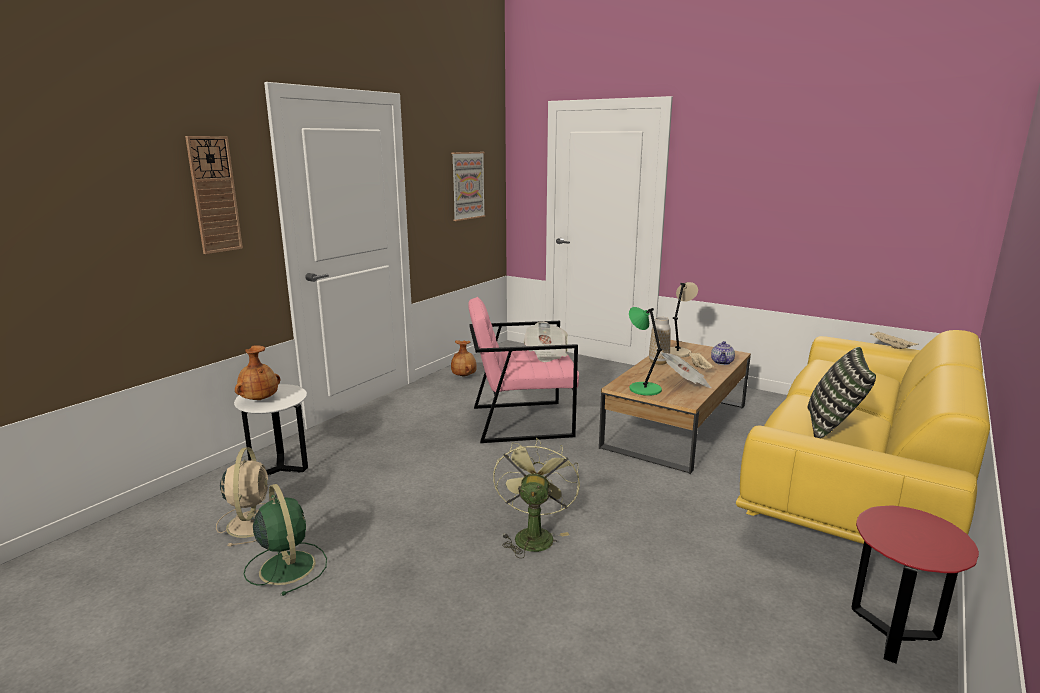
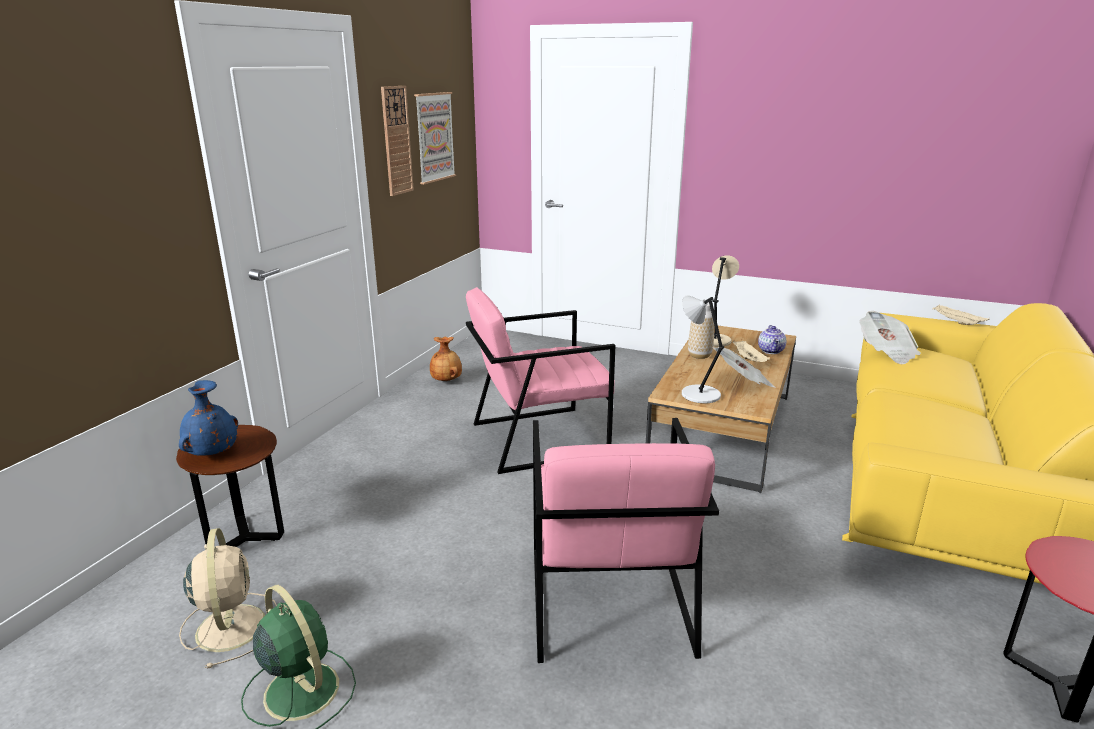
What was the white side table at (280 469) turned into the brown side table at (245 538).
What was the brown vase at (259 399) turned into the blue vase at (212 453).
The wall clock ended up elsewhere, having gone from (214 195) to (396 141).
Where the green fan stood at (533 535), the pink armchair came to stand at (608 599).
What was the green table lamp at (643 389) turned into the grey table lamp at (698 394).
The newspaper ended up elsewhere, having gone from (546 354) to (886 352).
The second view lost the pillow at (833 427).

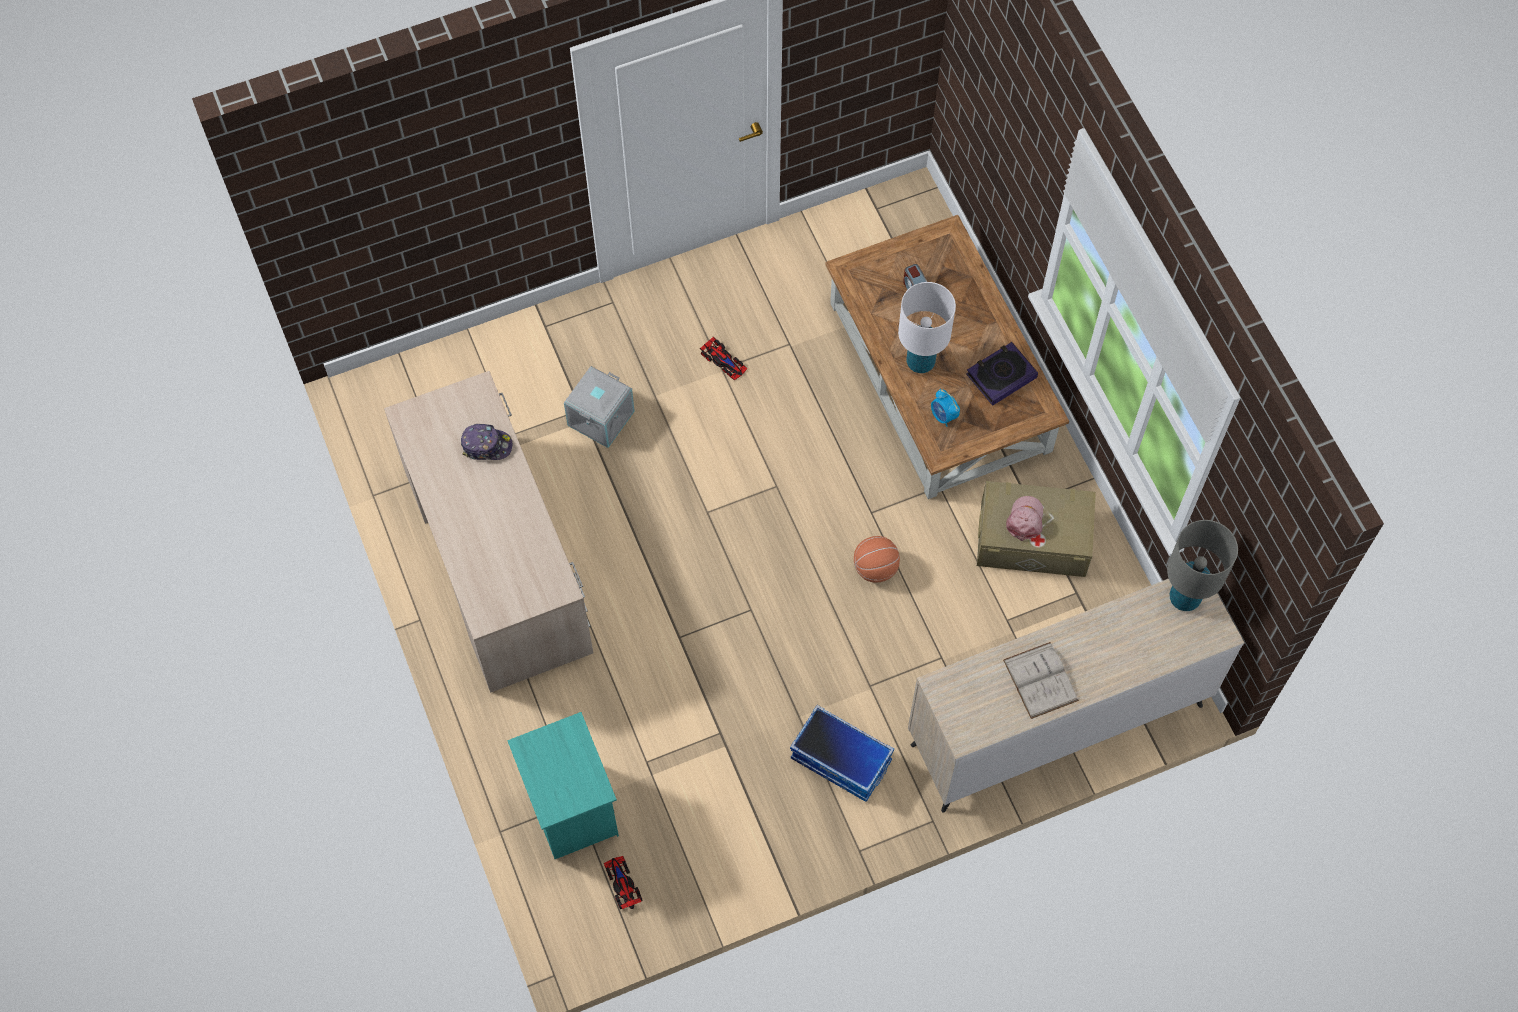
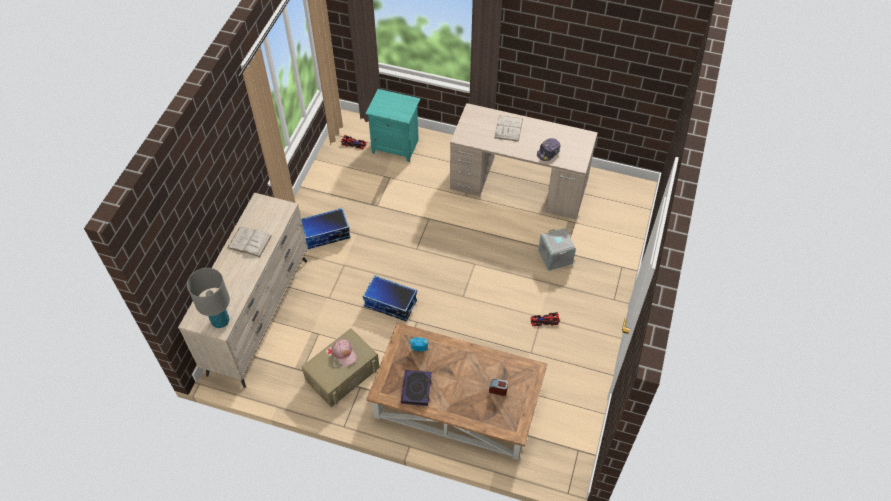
Where the basketball stood at (875 568), the storage box came to stand at (390 304).
The second view gained the white book at (508 128).
The second view lost the white table lamp at (920 362).

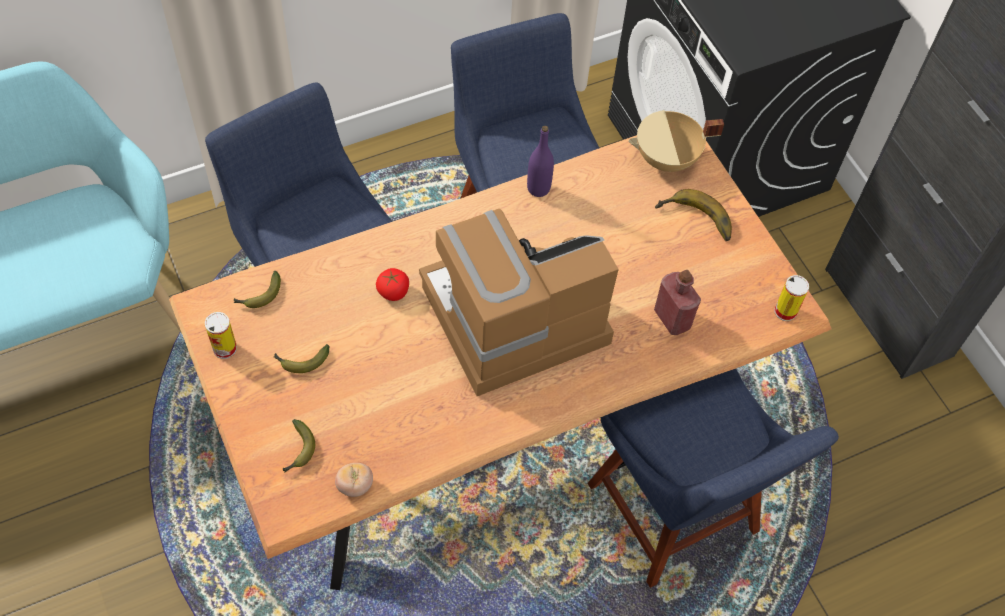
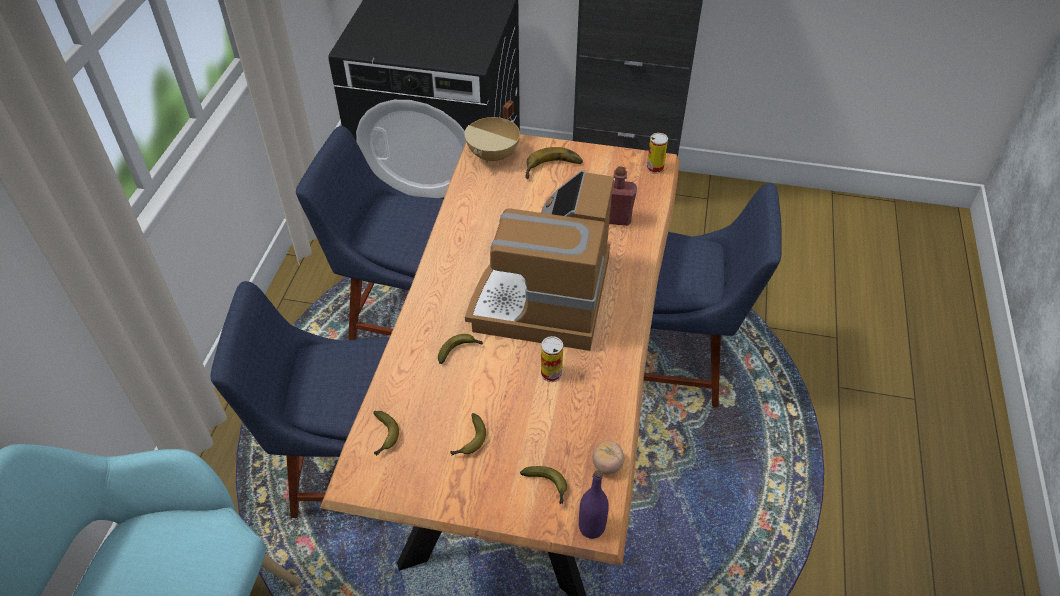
Where the tomato stood at (393 291), the banana came to stand at (460 350).
The can ended up elsewhere, having gone from (225 348) to (551 373).
The purple bottle ended up elsewhere, having gone from (538 188) to (591 527).

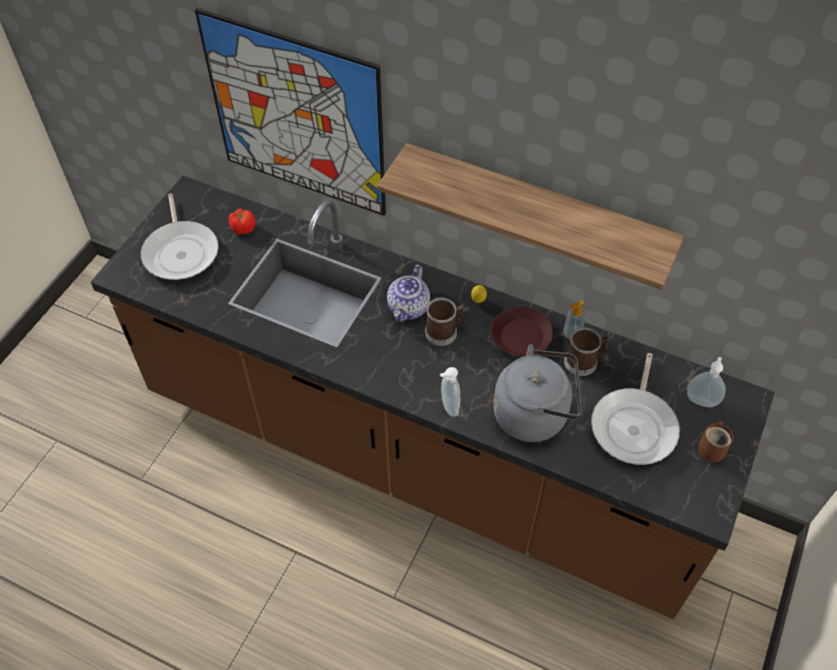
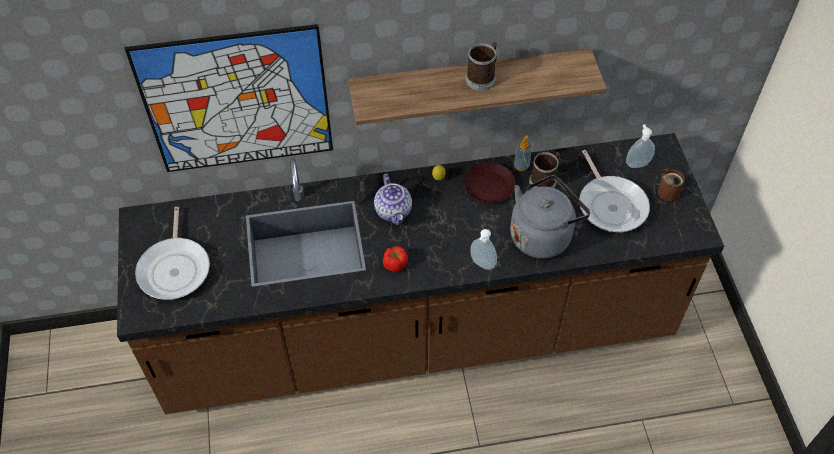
The frying pan at (181 251) ended up facing another way, 45 degrees clockwise from before.
The tomato ended up elsewhere, having gone from (243 228) to (395 264).
The mug ended up elsewhere, having gone from (444 332) to (482 77).

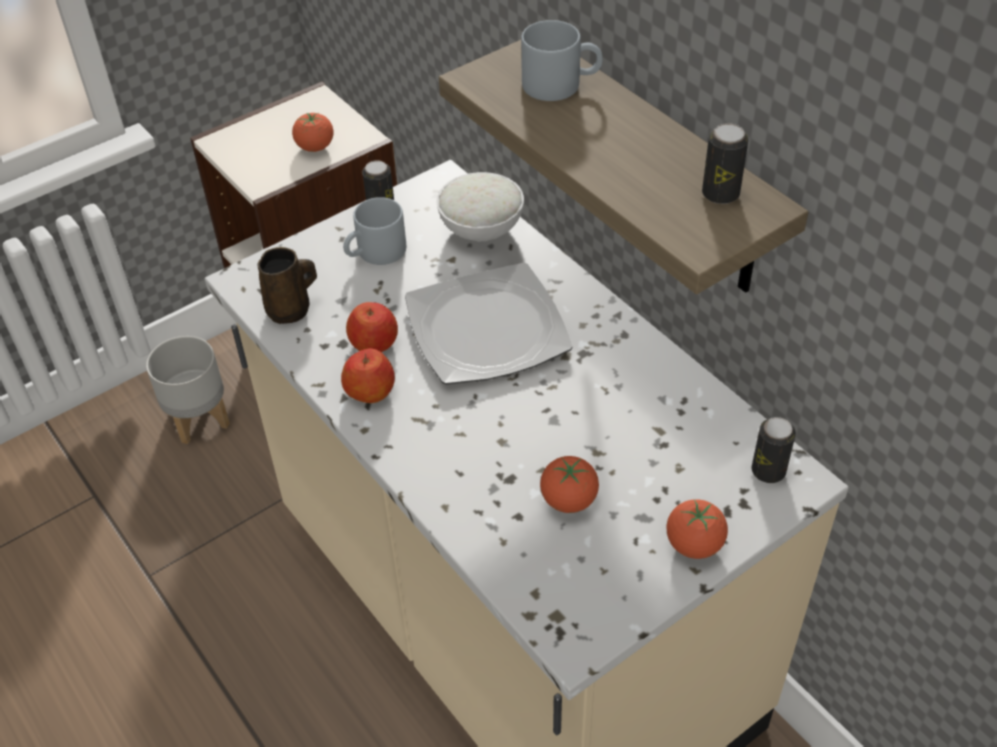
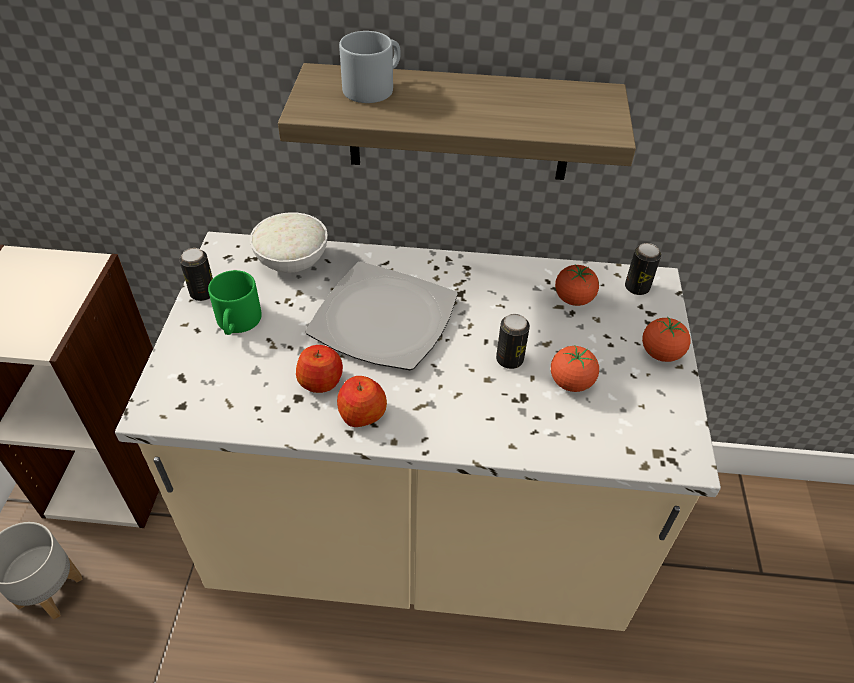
What was the grey mug at (375 253) turned into the green mug at (238 323).
The can ended up elsewhere, having gone from (720 194) to (509 359).
The tomato ended up elsewhere, having gone from (315 147) to (573 299).
The second view lost the brown mug at (291 310).

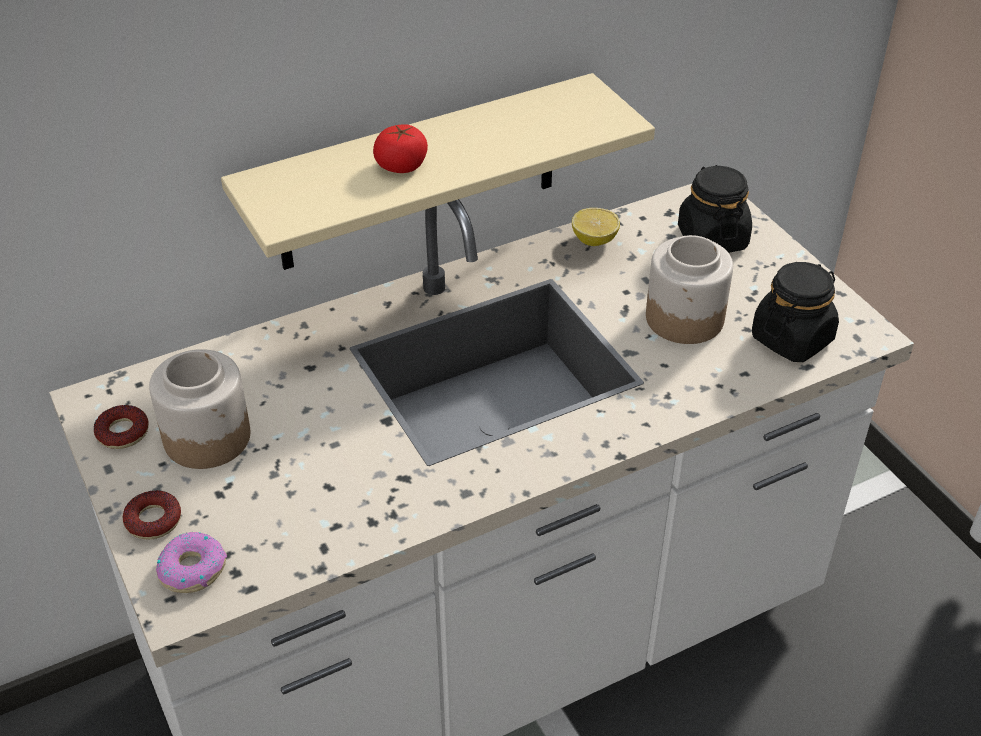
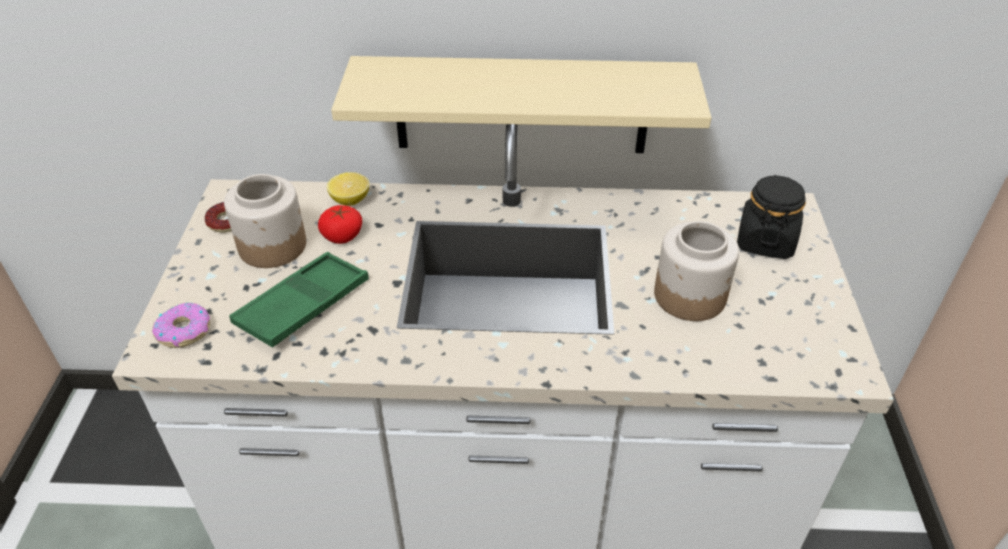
The second view gained the green tray at (303 305).
The tomato ended up elsewhere, having gone from (401 165) to (342 235).
The lemon ended up elsewhere, having gone from (594 240) to (350 200).
The second view lost the donut at (153 520).
The second view lost the black jar at (792 339).

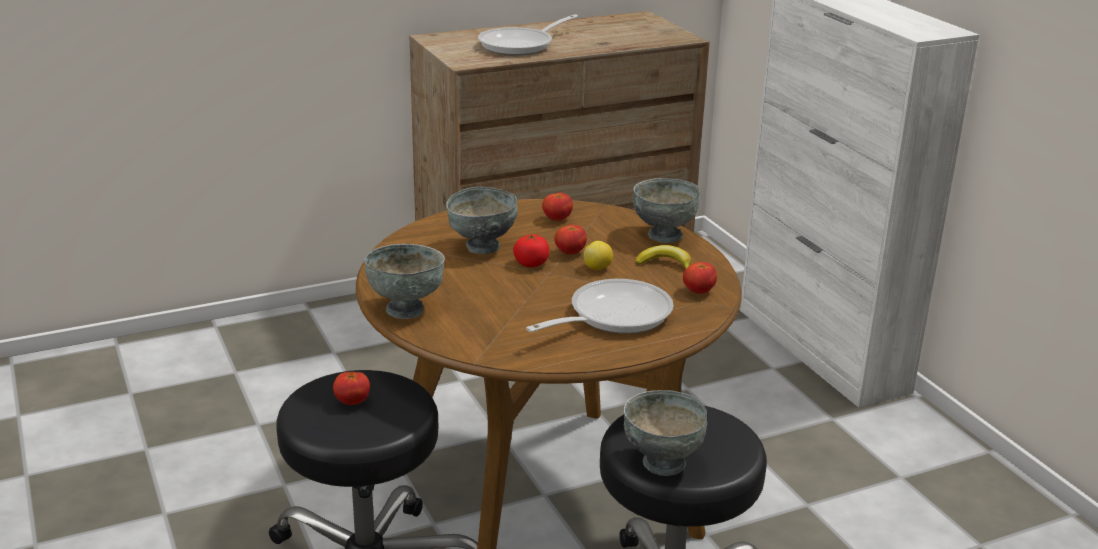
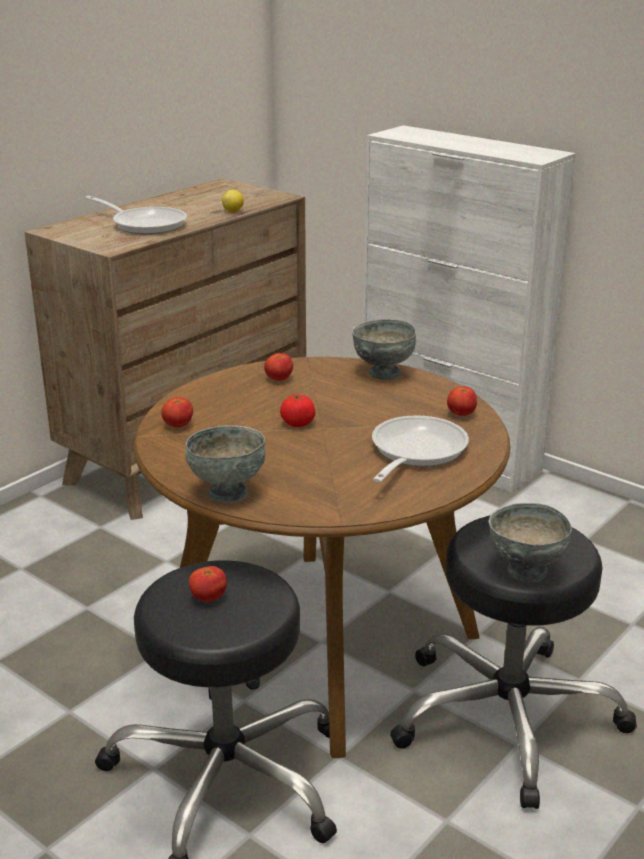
The frying pan at (521 45) ended up facing another way, 75 degrees counterclockwise from before.
The tomato ended up elsewhere, having gone from (570 253) to (178 426).
The lemon ended up elsewhere, having gone from (598 268) to (233 211).
The second view lost the grey bowl at (482 247).
The second view lost the banana at (665 264).

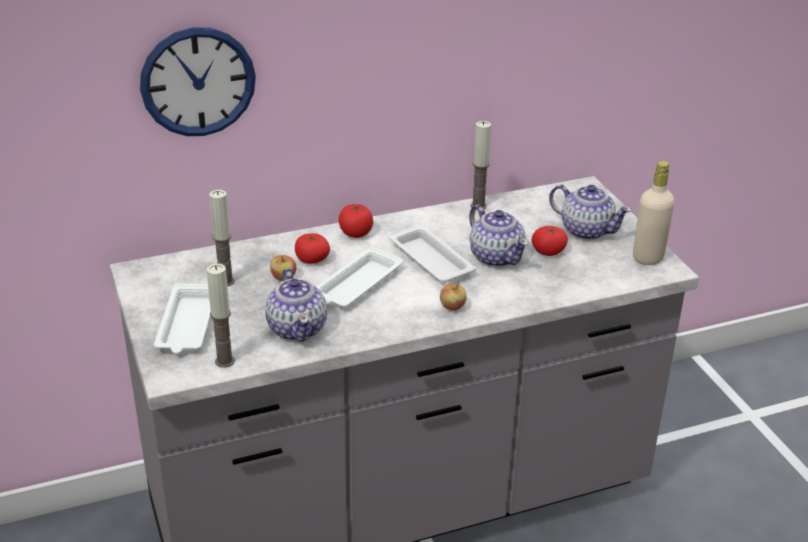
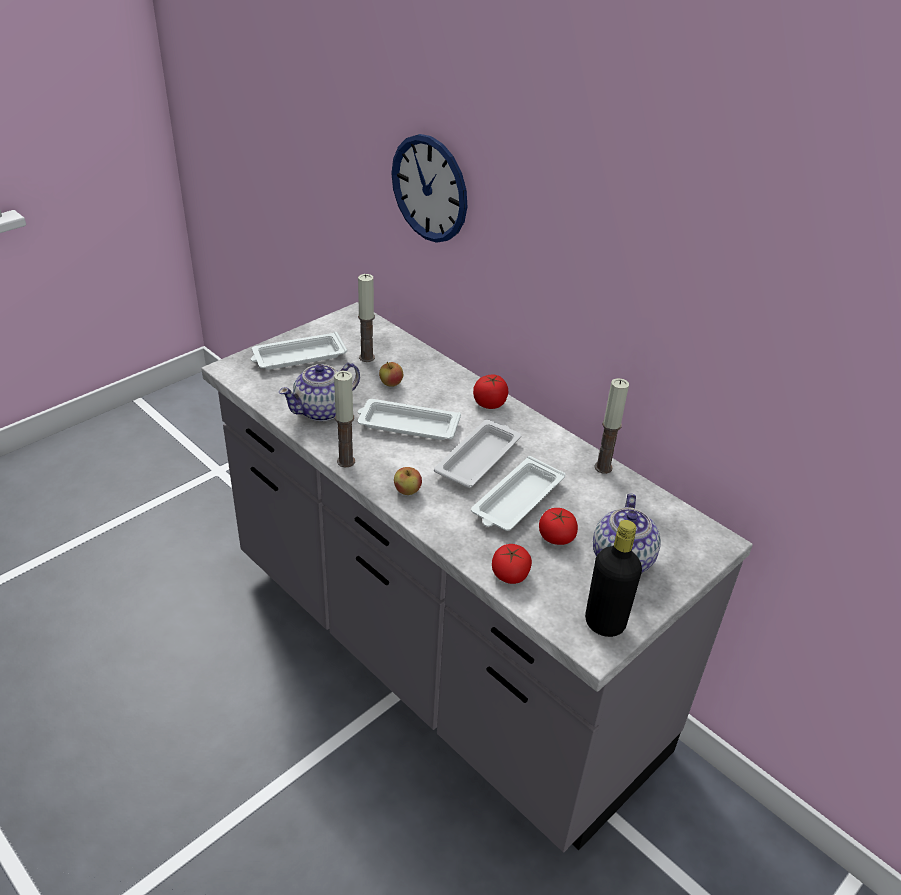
The candle ended up elsewhere, having gone from (224 361) to (346 461).
Where the teapot stood at (496 256), the white tray came to stand at (516 501).
The tomato ended up elsewhere, having gone from (312 259) to (510 574).
What was the beige bottle at (647 258) turned into the black bottle at (604 623).

